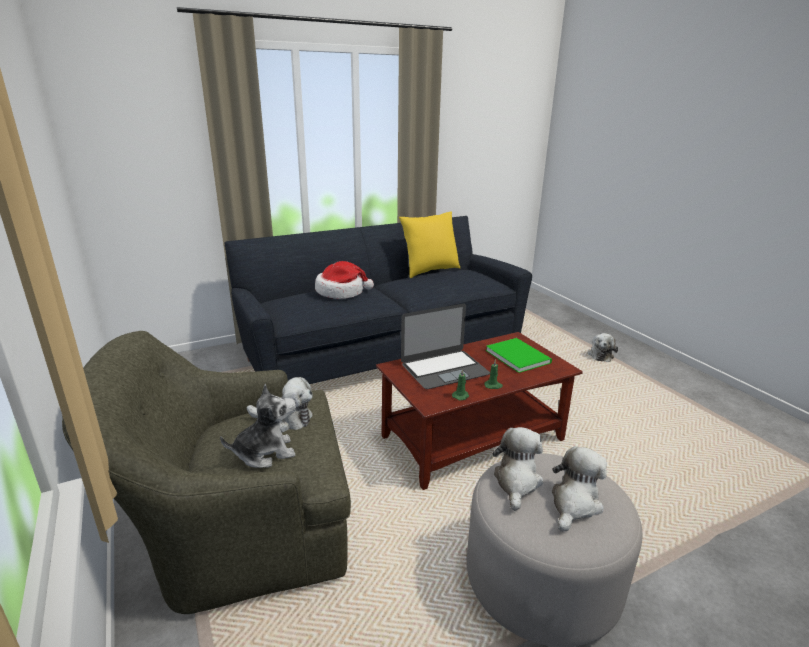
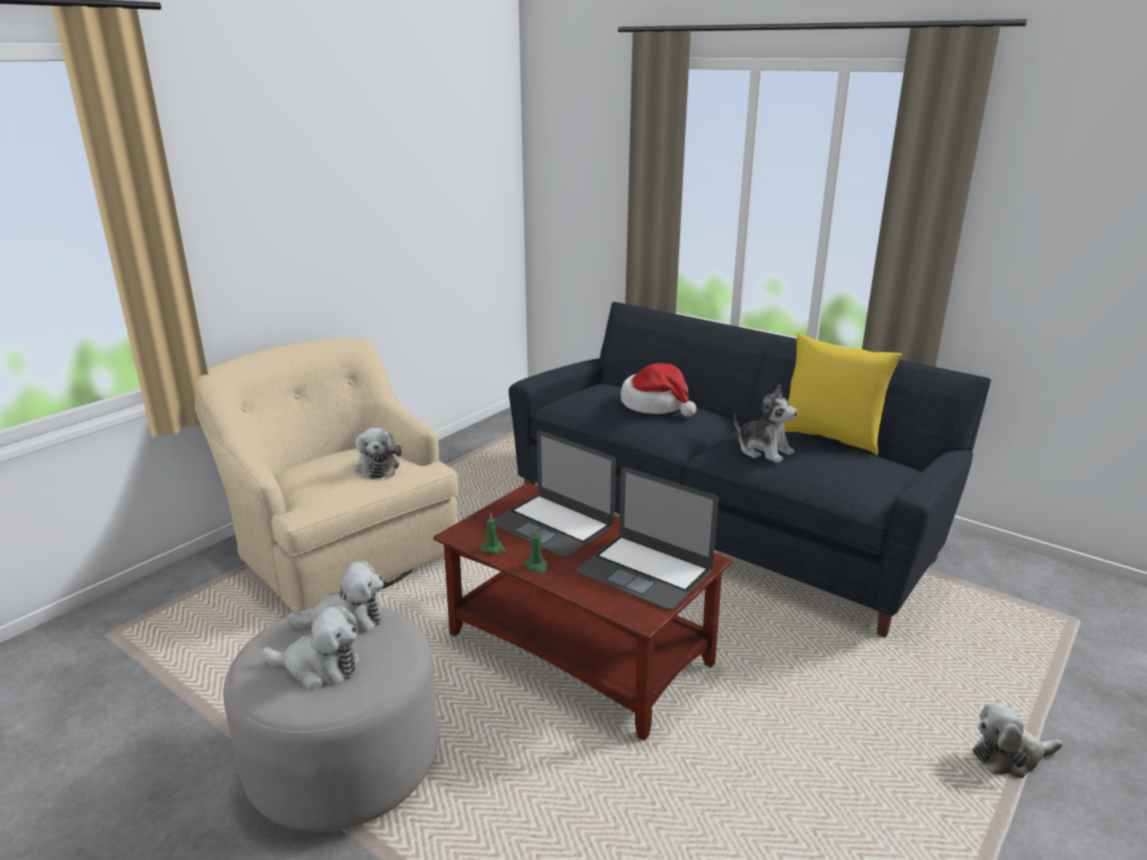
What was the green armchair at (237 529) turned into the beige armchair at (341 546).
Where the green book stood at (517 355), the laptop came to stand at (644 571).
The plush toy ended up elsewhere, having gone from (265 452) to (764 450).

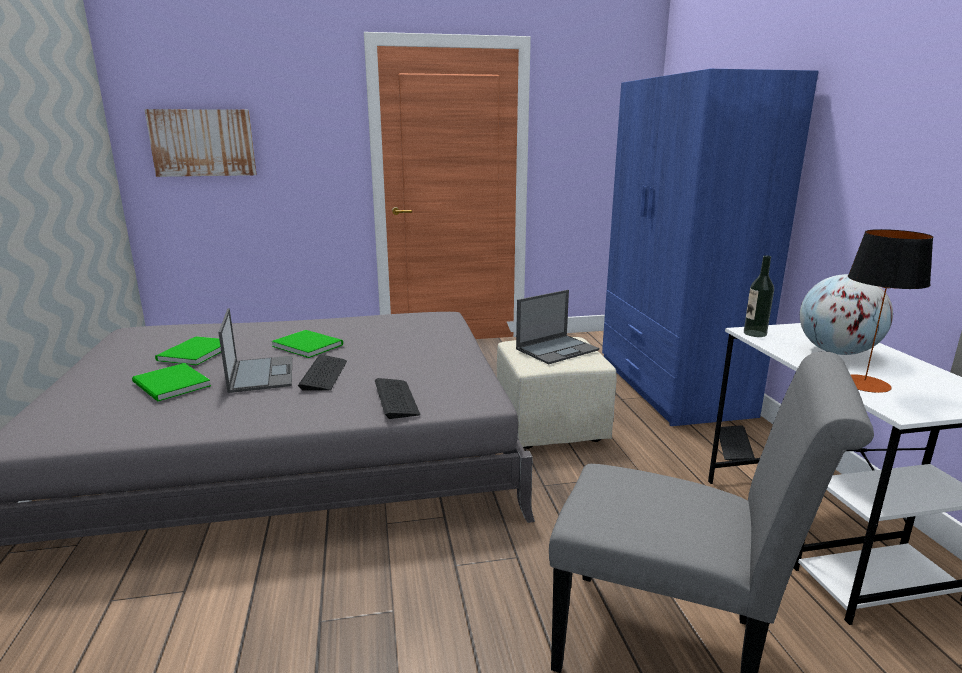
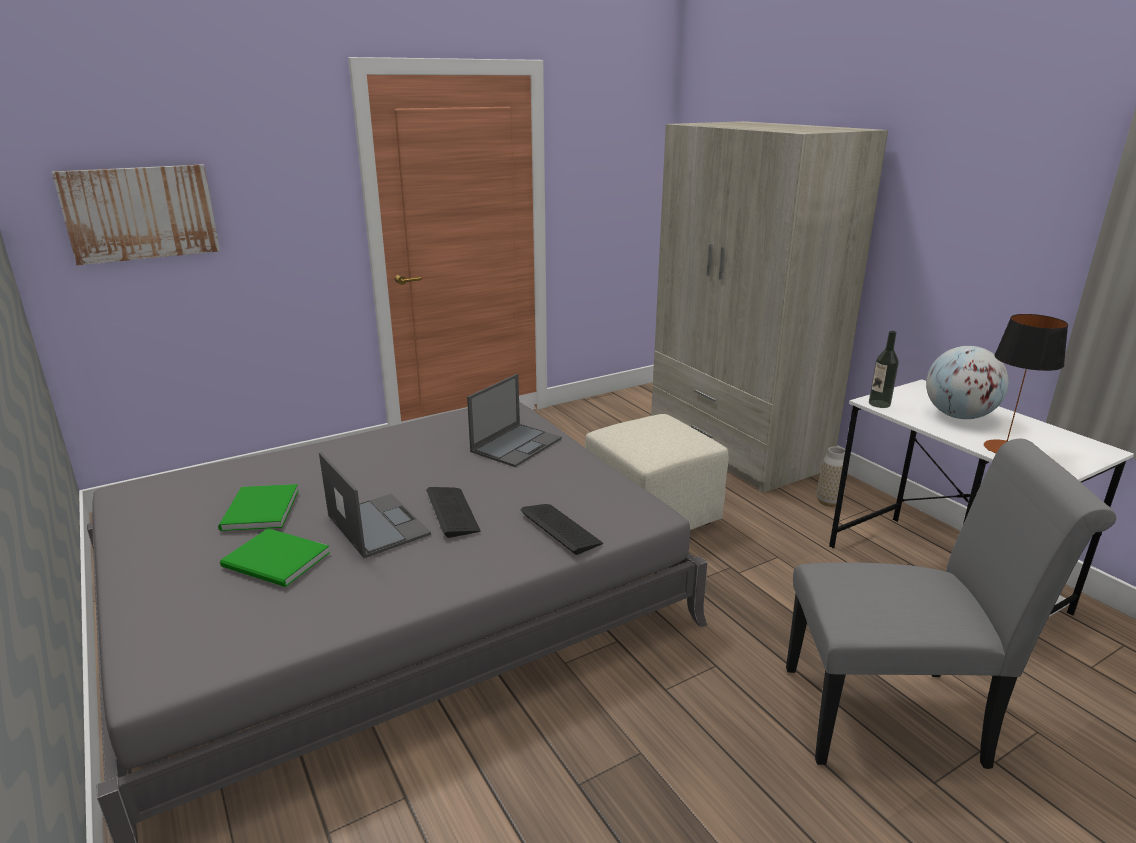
The laptop ended up elsewhere, having gone from (557 349) to (516 445).
What was the blue wardrobe at (671 387) turned into the beige wardrobe at (736 447).
Where the keyboard stood at (734 444), the vase came to stand at (828 502).
The second view lost the green book at (307 344).

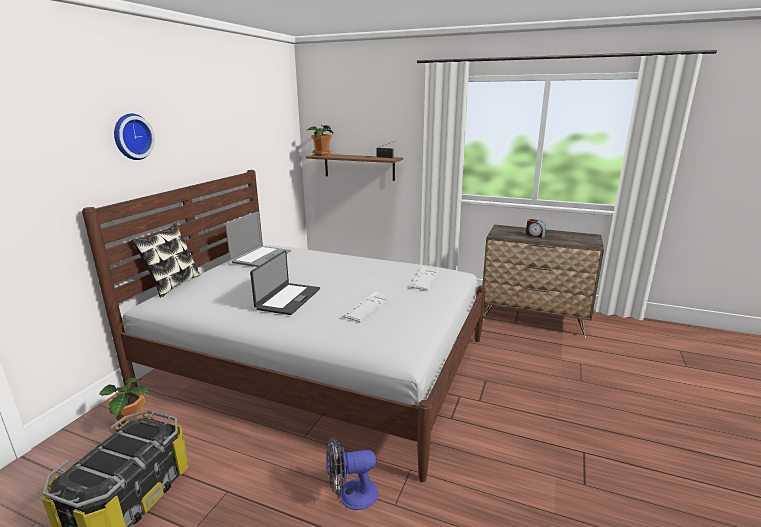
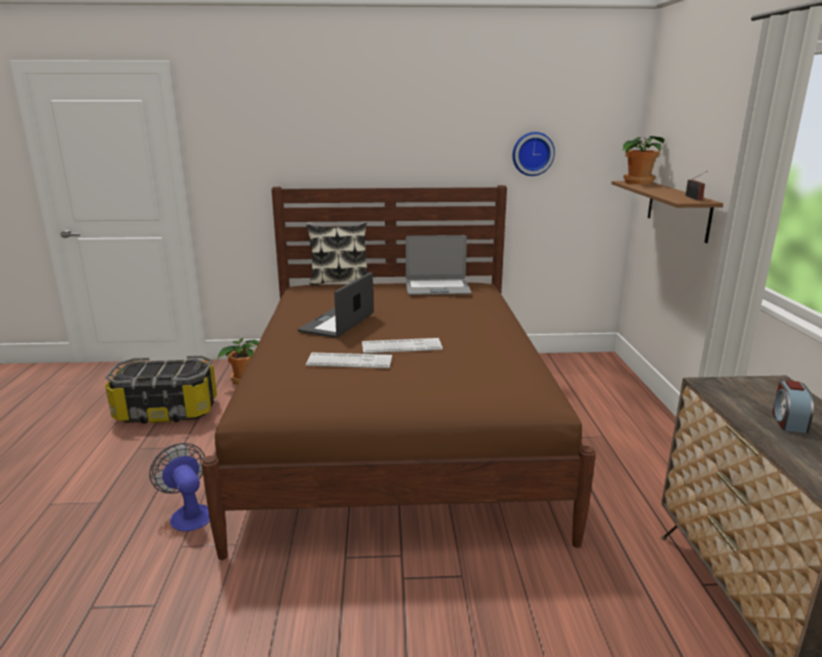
What was the white bed at (320 363) turned into the brown bed at (396 429).
The laptop at (288 299) ended up facing another way, 120 degrees clockwise from before.
The keyboard ended up elsewhere, having gone from (425 279) to (401 346).
The wall clock ended up elsewhere, having gone from (131 136) to (532 153).

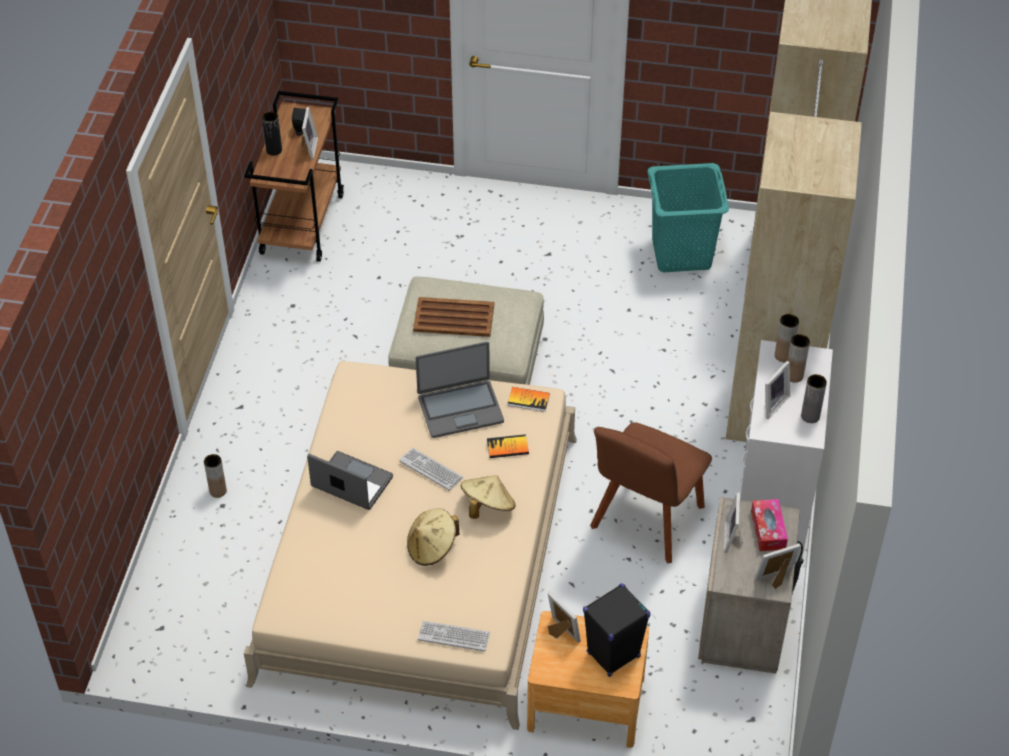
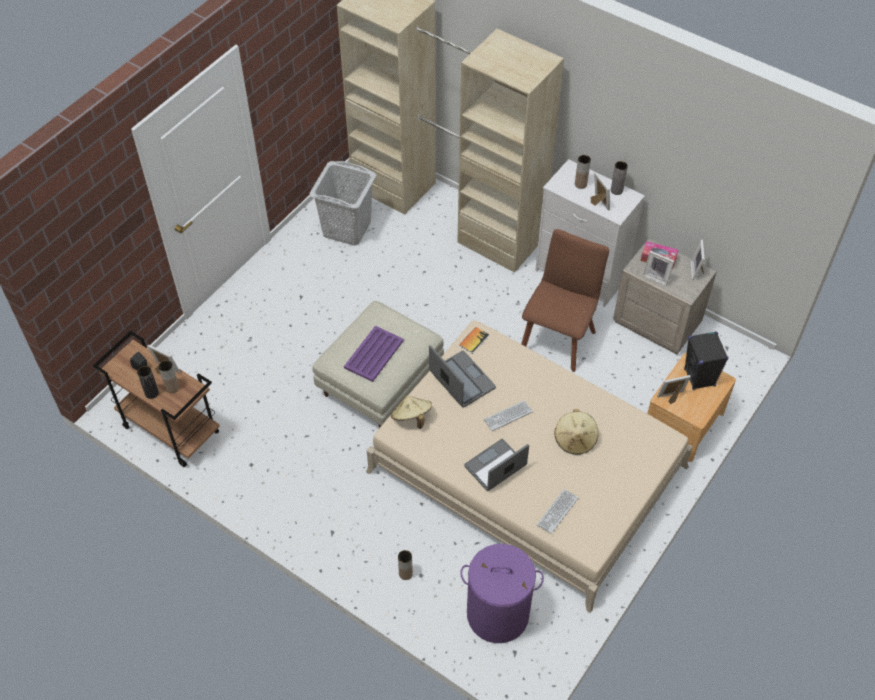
The brown vase ended up elsewhere, having gone from (783 355) to (172 388).
What was the turquoise laundry basket at (682 254) turned into the grey laundry basket at (347 228).
What was the brown tray at (453 317) turned into the purple tray at (373 354).
The beige hat ended up elsewhere, having gone from (487 506) to (411 418).
The laptop at (460 409) ended up facing another way, 45 degrees counterclockwise from before.
The second view gained the purple laundry basket at (498 614).
The brown chair at (645 521) ended up facing another way, 120 degrees counterclockwise from before.
The keyboard ended up elsewhere, having gone from (454 636) to (557 511).
The second view lost the book at (507 447).

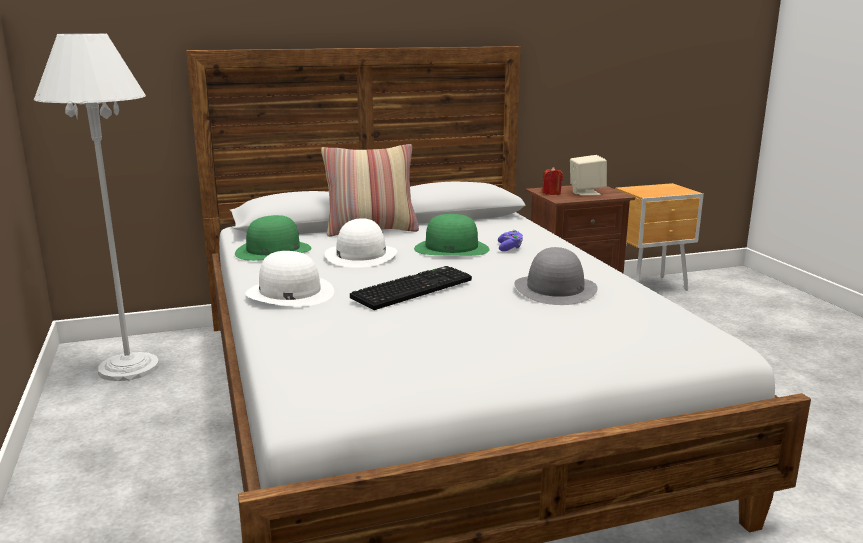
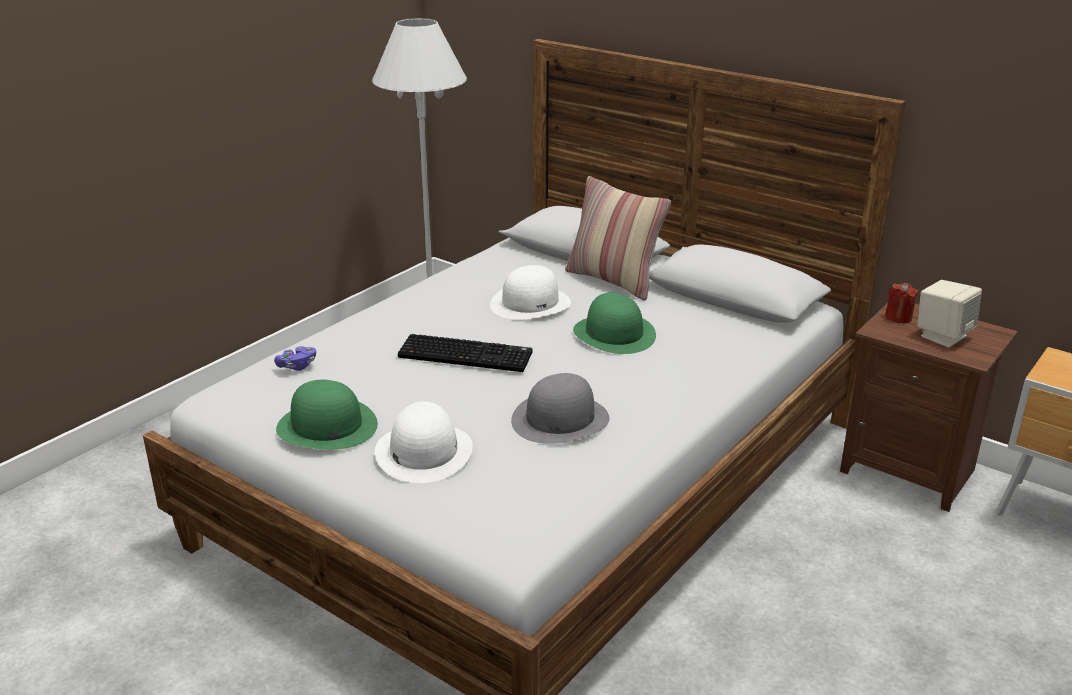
The purple game controller ended up elsewhere, having gone from (509 248) to (297 366).
The green hat ended up elsewhere, having gone from (273 251) to (326 426).
The white hat ended up elsewhere, having gone from (289 293) to (423 451).

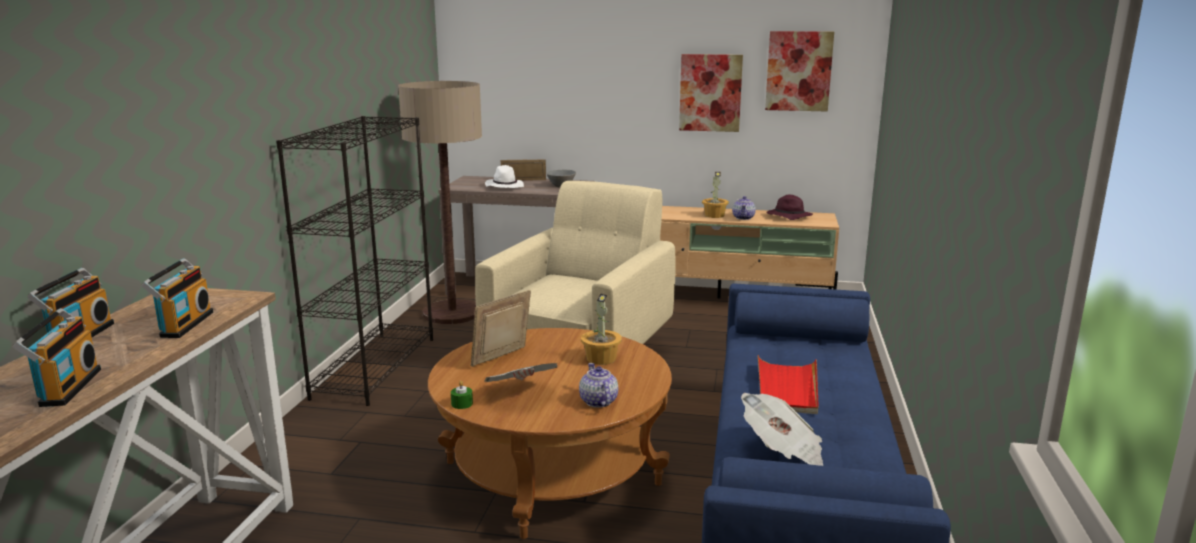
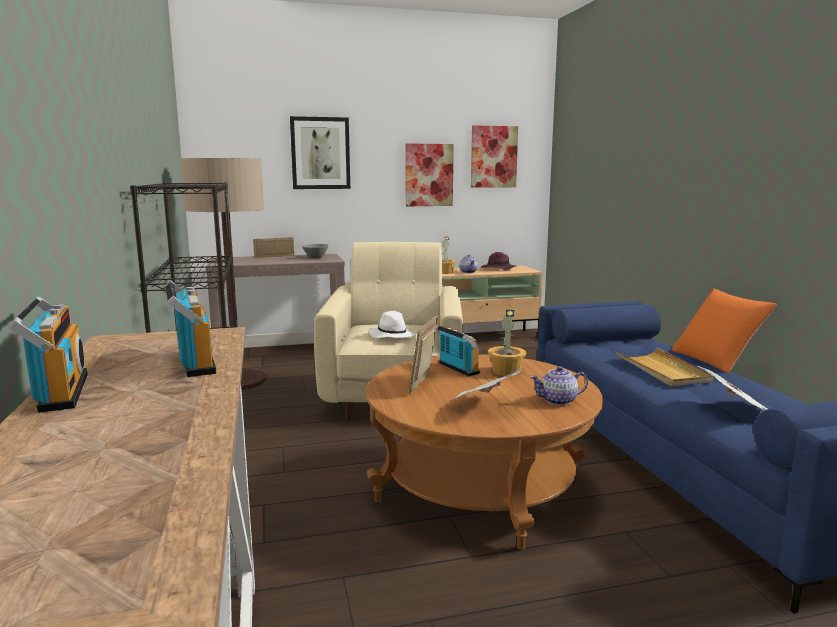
The second view gained the picture at (320 153).
The white hat ended up elsewhere, having gone from (504 186) to (391 336).
The radio ended up elsewhere, having gone from (66 387) to (456 369).
The teapot at (598 402) ended up facing another way, 60 degrees counterclockwise from before.
What was the red tray at (787 388) turned into the beige tray at (662 370).
The second view gained the orange pillow at (717 359).
The second view lost the green candle at (462 404).

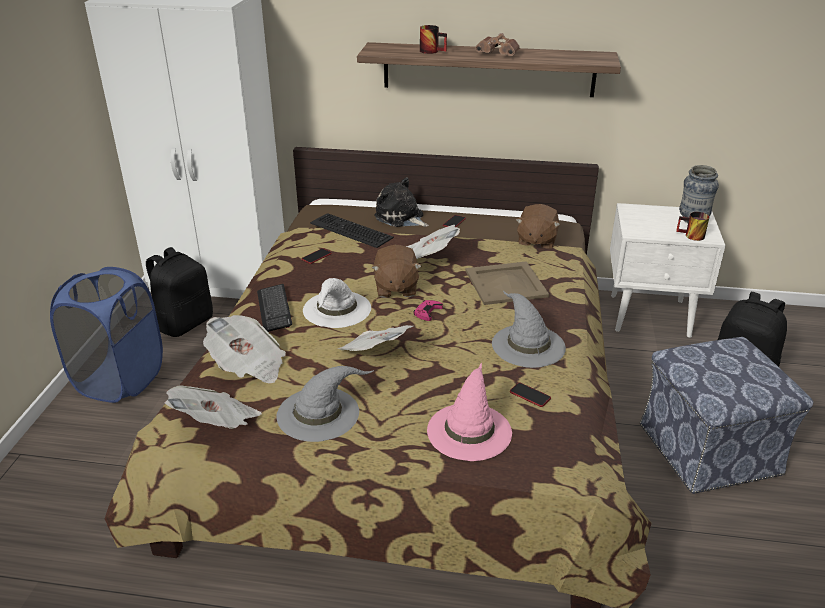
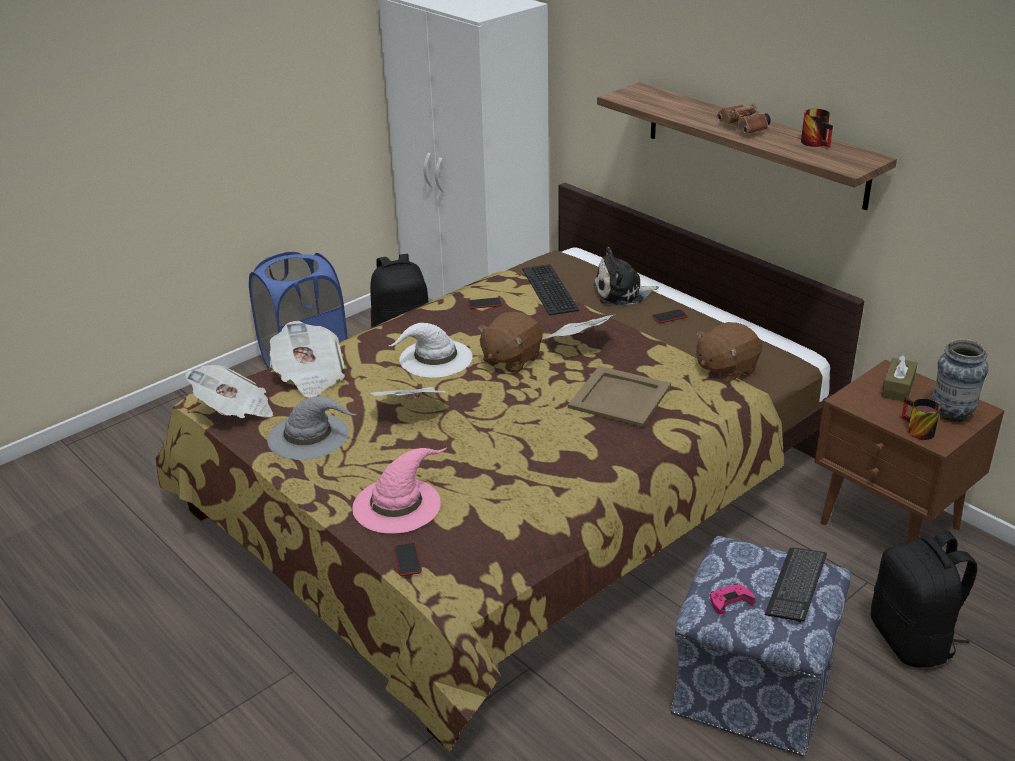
The phone ended up elsewhere, having gone from (530 395) to (407 560).
The plush toy at (401 217) ended up facing another way, 90 degrees counterclockwise from before.
The pink game controller ended up elsewhere, having gone from (427 312) to (730 601).
The keyboard ended up elsewhere, having gone from (274 309) to (796 585).
The mug ended up elsewhere, having gone from (433 51) to (818 143).
What was the white nightstand at (651 315) turned into the brown nightstand at (890 526).
The second view gained the brown tissue box at (897 388).
The second view lost the grey hat at (527 344).

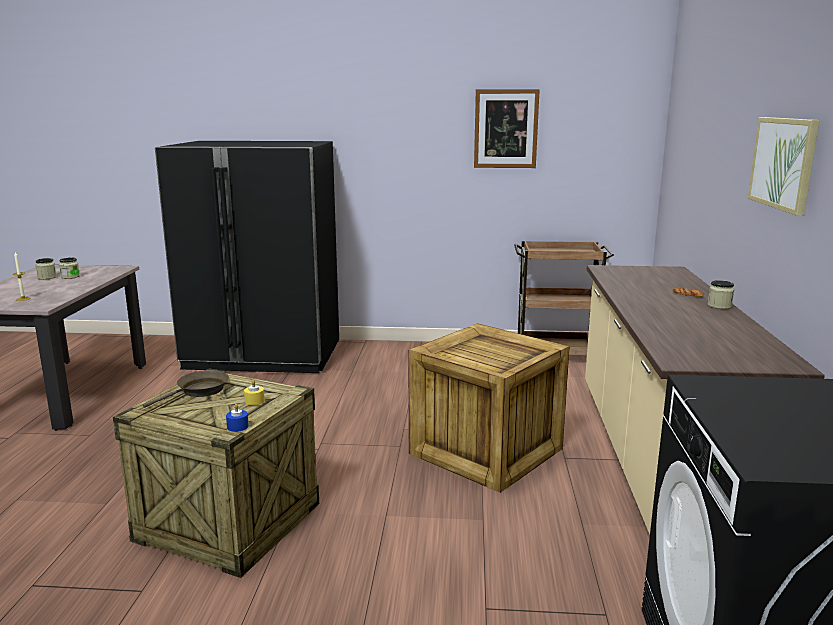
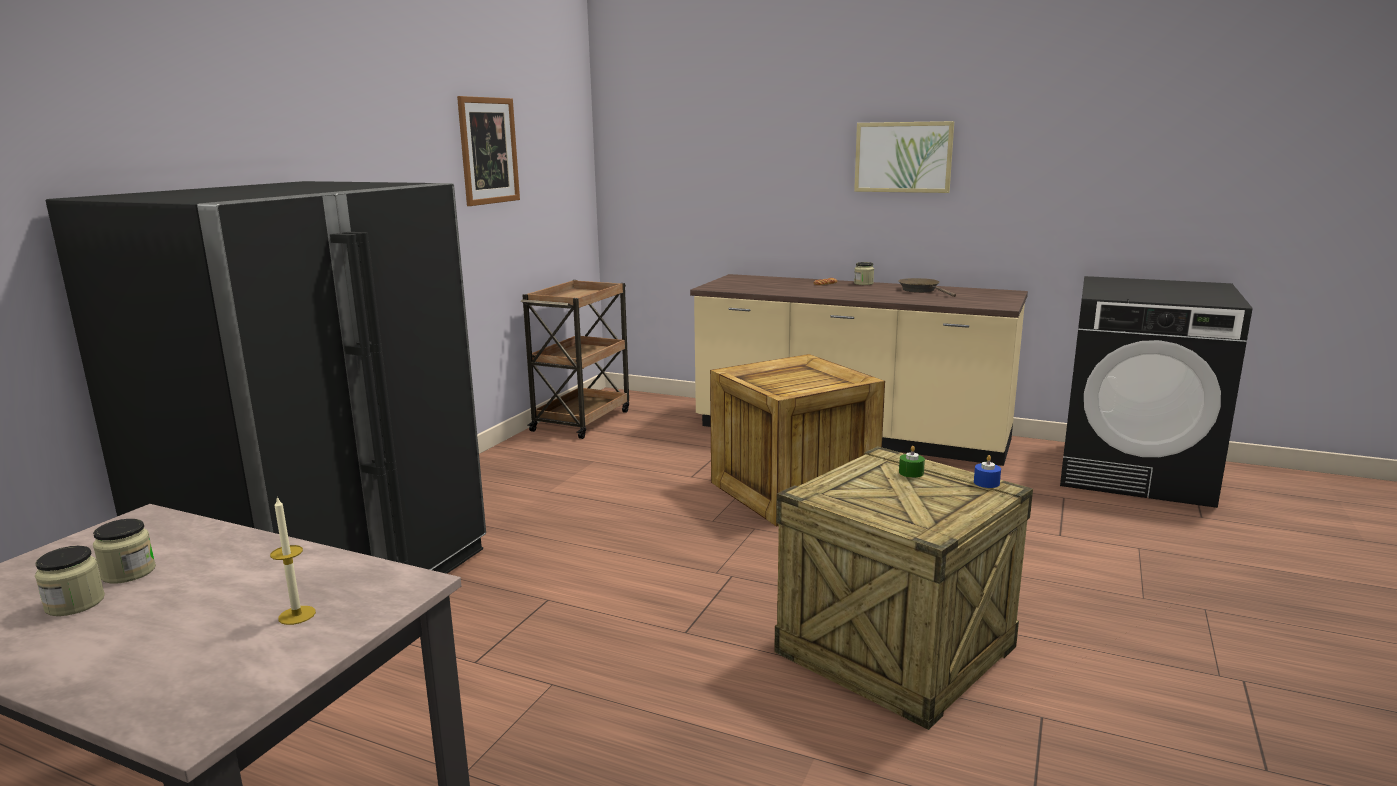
The brown frying pan ended up elsewhere, having gone from (199 391) to (921 290).
What was the yellow candle at (254 401) turned into the green candle at (911 473).

